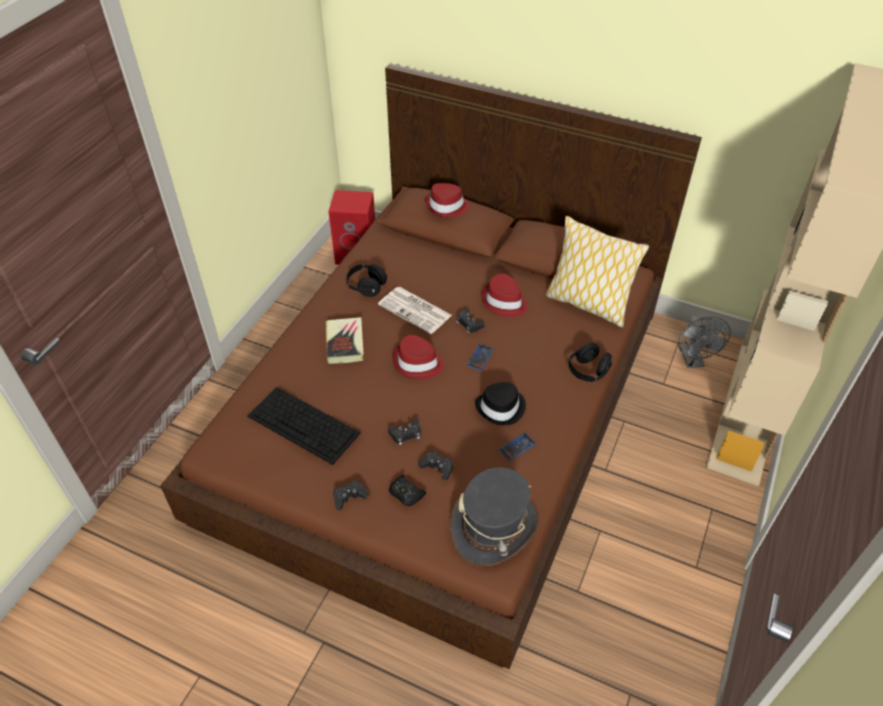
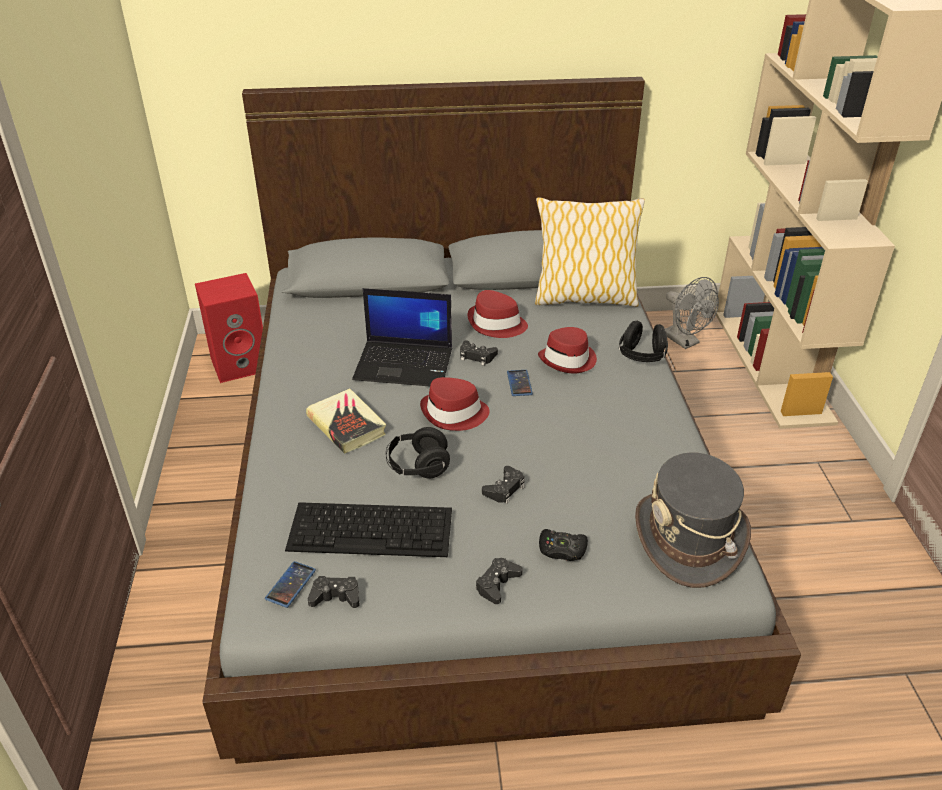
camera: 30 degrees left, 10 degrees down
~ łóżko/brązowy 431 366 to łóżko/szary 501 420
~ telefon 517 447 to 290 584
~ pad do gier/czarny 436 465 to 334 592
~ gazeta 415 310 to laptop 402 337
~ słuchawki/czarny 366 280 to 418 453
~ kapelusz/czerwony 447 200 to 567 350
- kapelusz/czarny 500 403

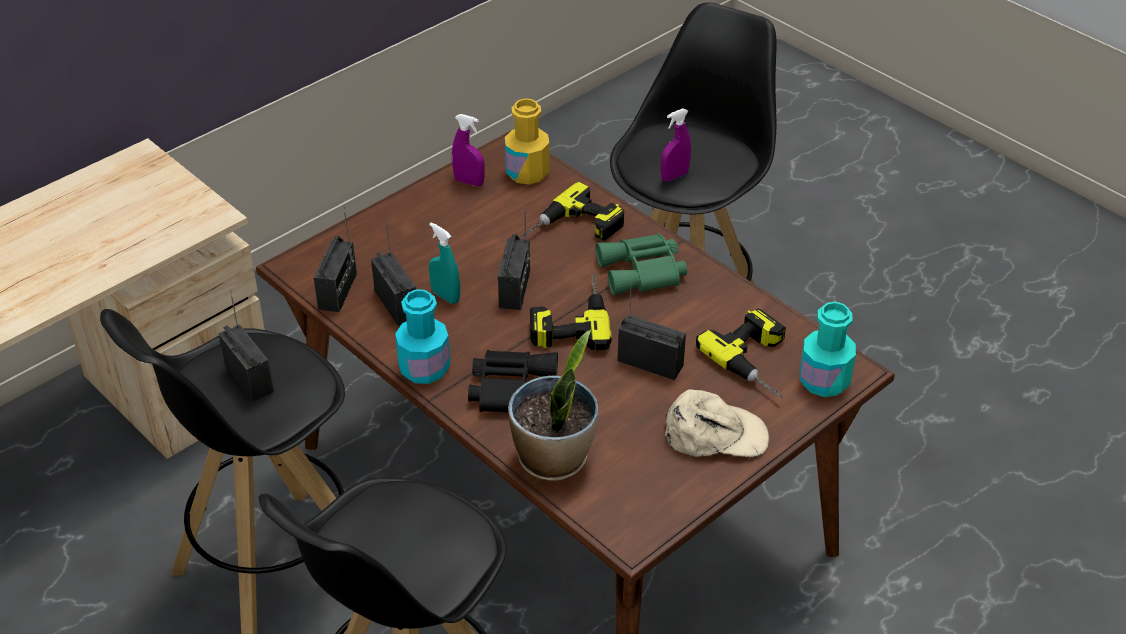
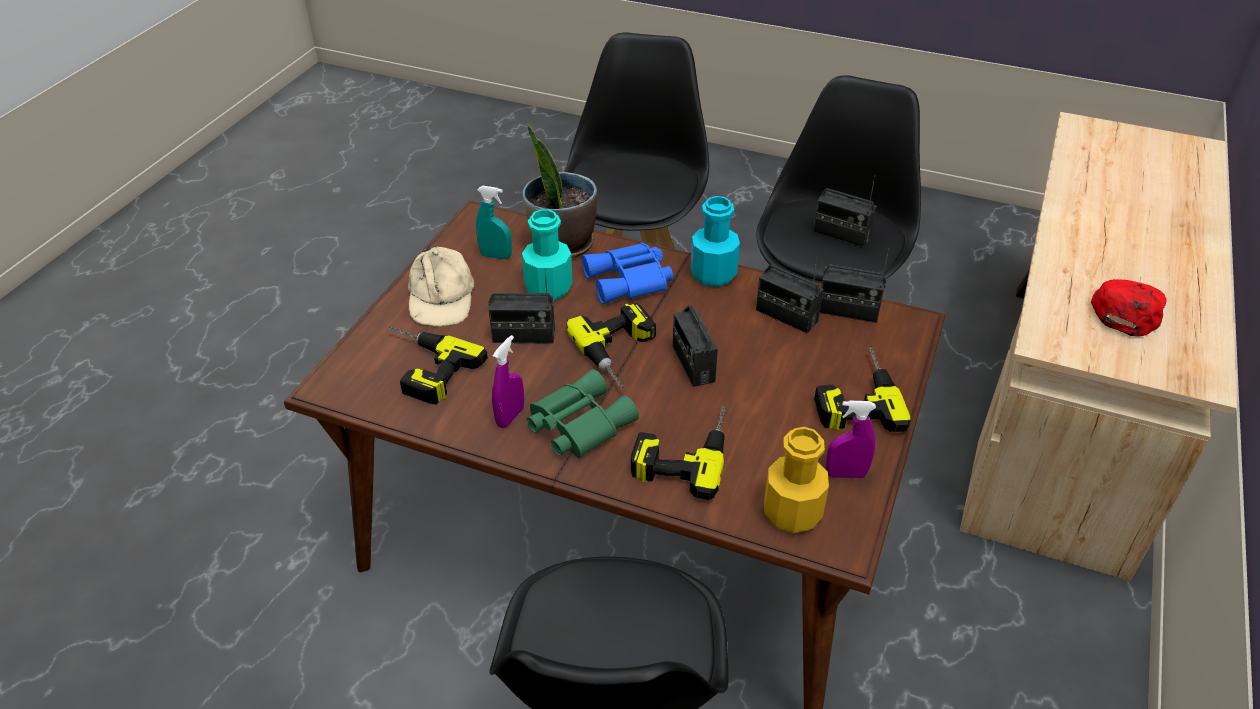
camera: 155 degrees right, 0 degrees up
~ czapka z daszkiem/beżowy 717 423 = 441 285 75 degrees counterclockwise
~ spryskiwacz/turkusowy 444 263 to 494 223
~ spryskiwacz/fioletowy 676 144 to 508 381
~ butelka/turkusowy 828 349 to 547 255
~ lornetka/czarny 513 381 to lornetka/niebieski 627 273
+ wiertarka 862 389
~ radio 335 259 = 854 285 60 degrees counterclockwise
+ czapka z daszkiem/czerwony 1128 308

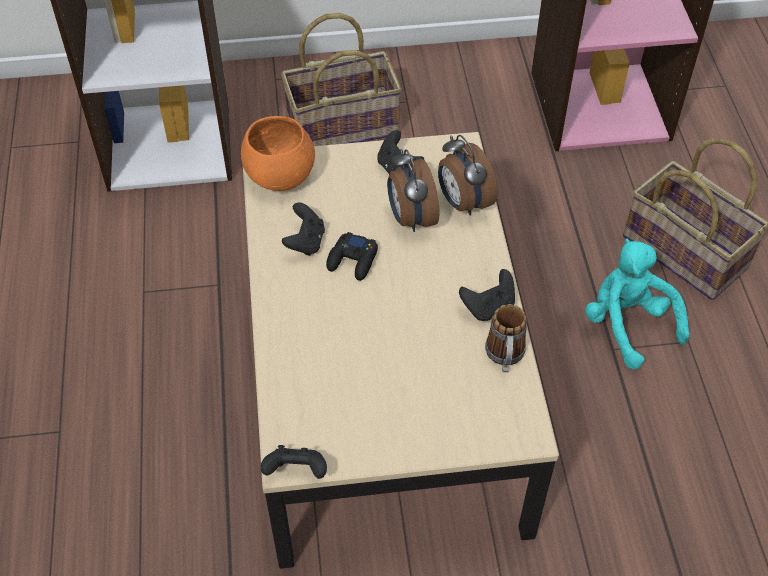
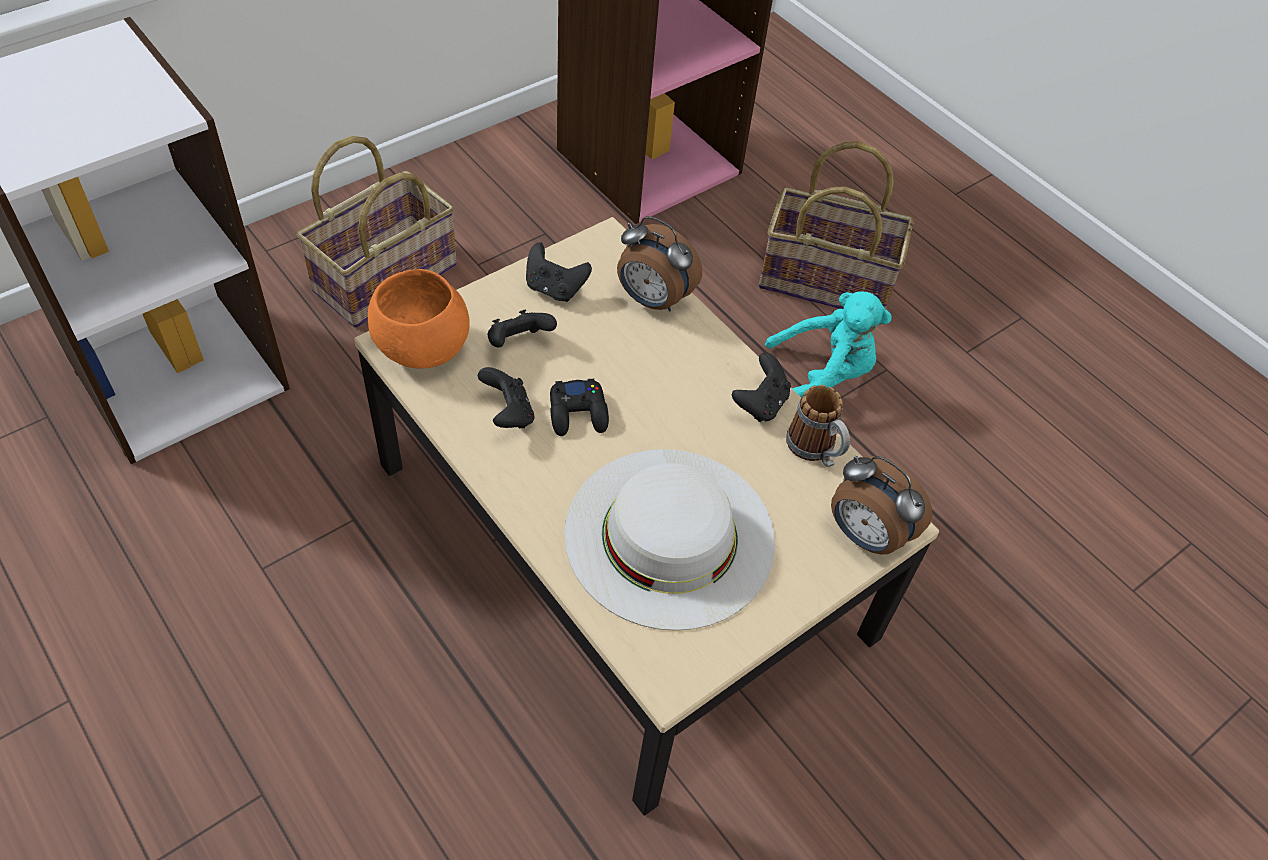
camera: 35 degrees left, 0 degrees up
~ pad do gier/czarny 294 462 to 522 328
+ kapelusz/biały 669 540
~ pluszak/turkusowy 637 303 = 828 344 150 degrees clockwise
~ budzik 413 190 to 881 505

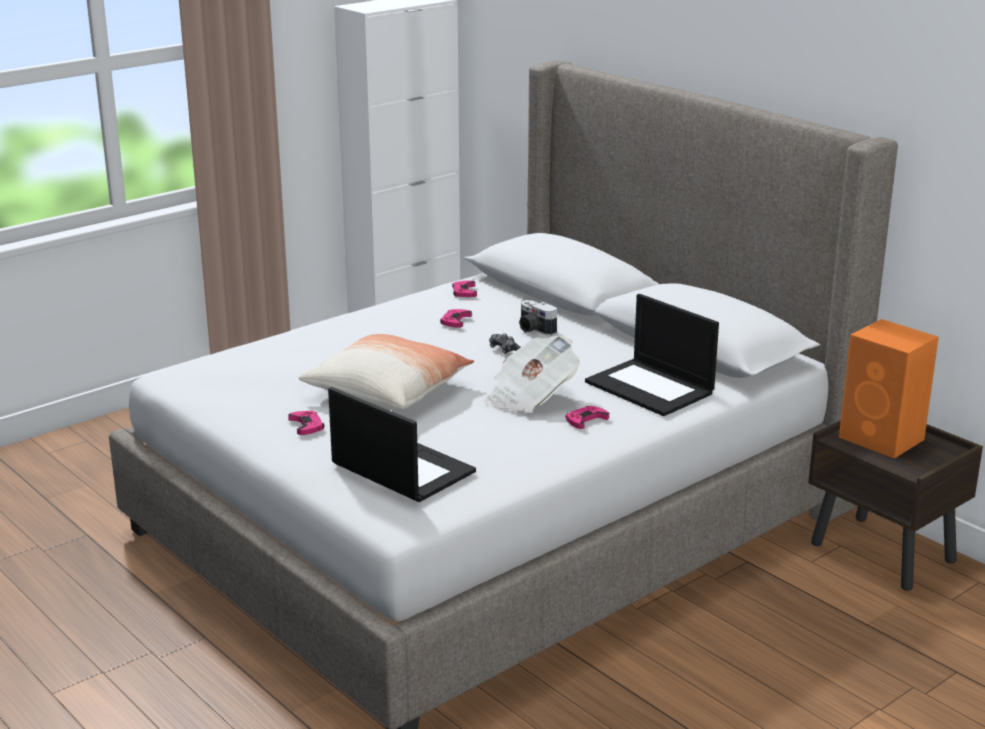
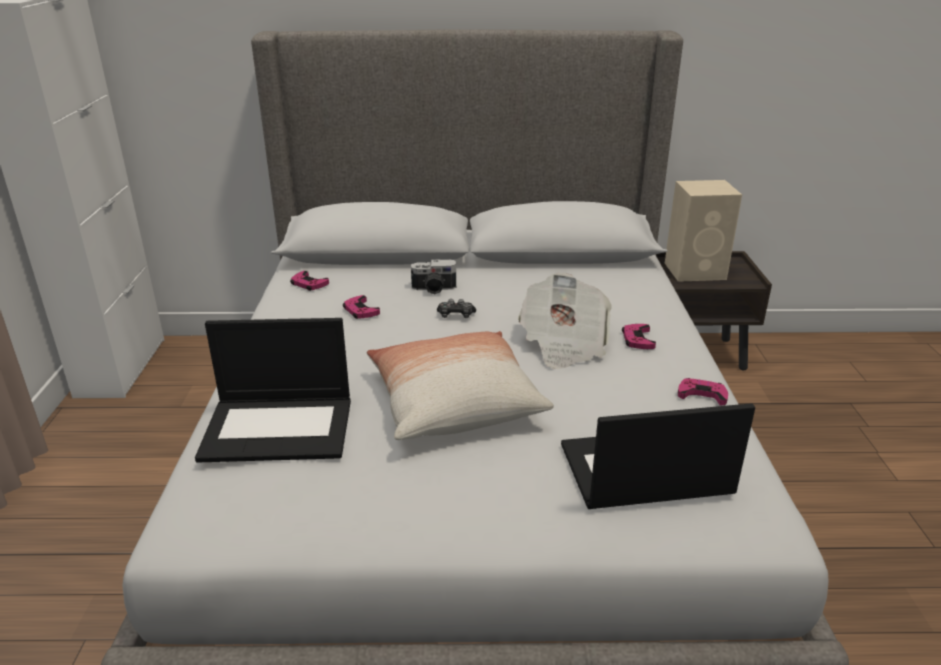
camera: 50 degrees left, 5 degrees up
~ laptop 652 355 to 273 390
~ głośnik/pomarańczowy 889 388 to głośnik/beżowy 703 231
~ pad do gier/różowy 306 423 to 703 391

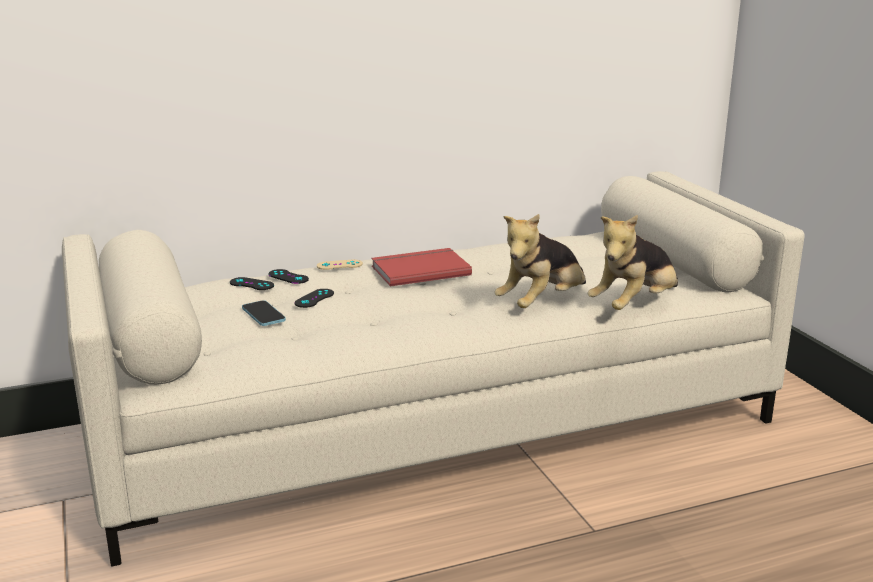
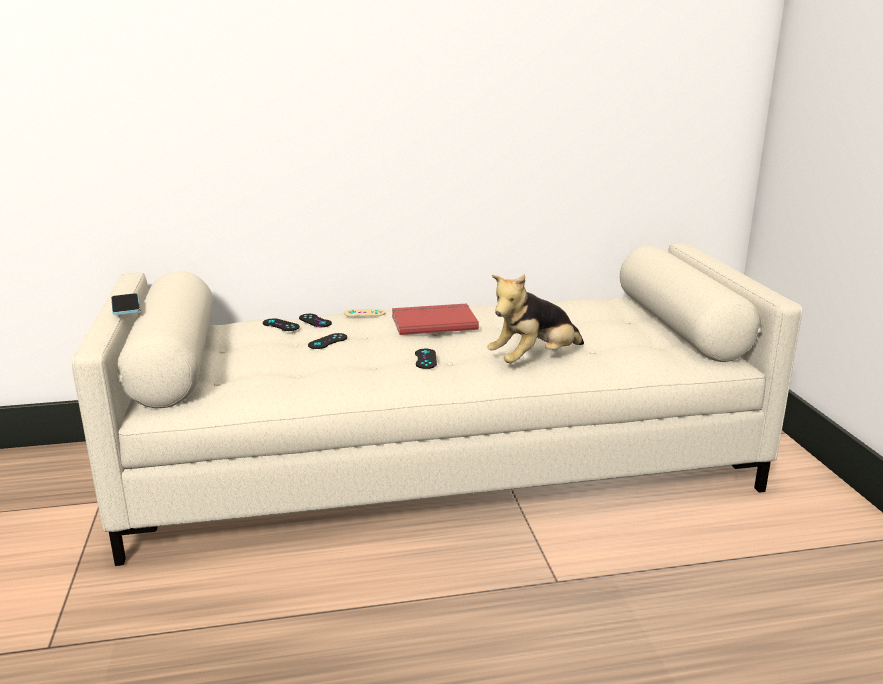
camera: 10 degrees right, 0 degrees up
~ telefon 264 313 to 125 304
+ pad do gier/czarny 426 359
- pluszak 632 262

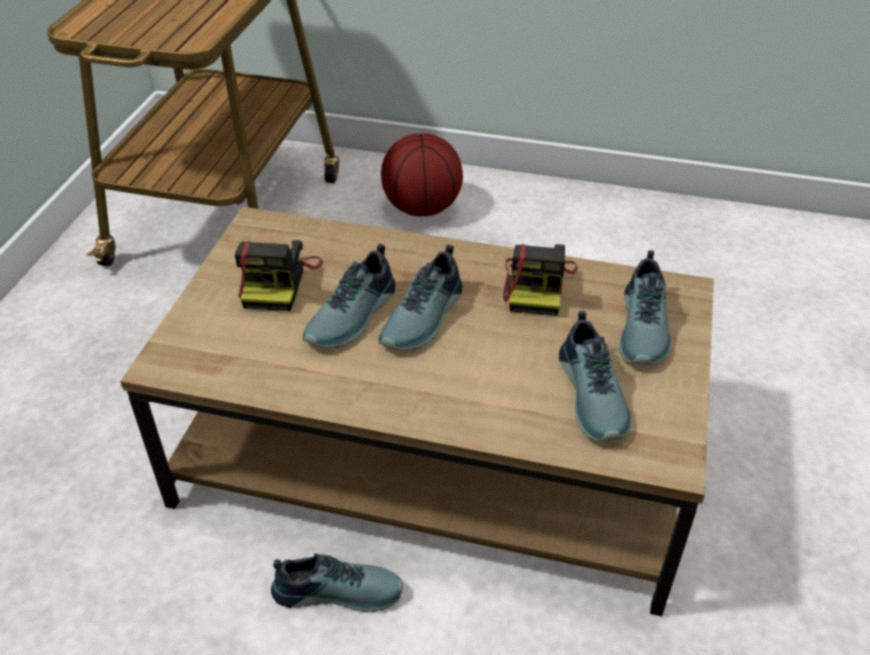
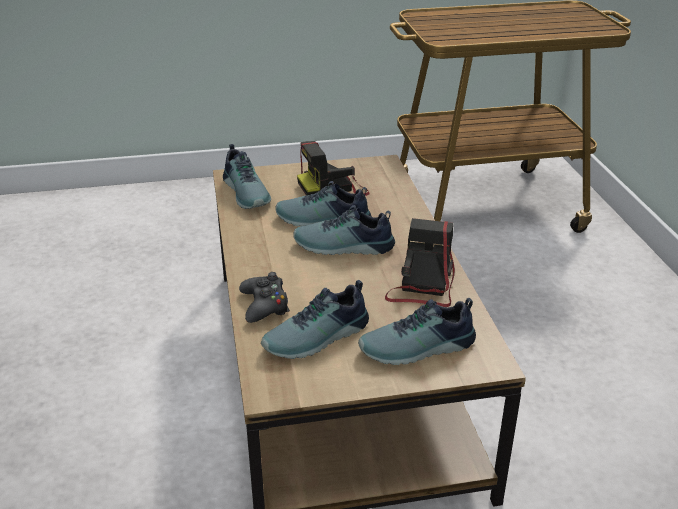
camera: 65 degrees right, 10 degrees down
~ but 337 582 to 247 176
+ pad do gier/czarny 264 297
~ aparat fotograficzny 540 280 = 420 262 120 degrees clockwise
- piłka do koszykówki 422 174

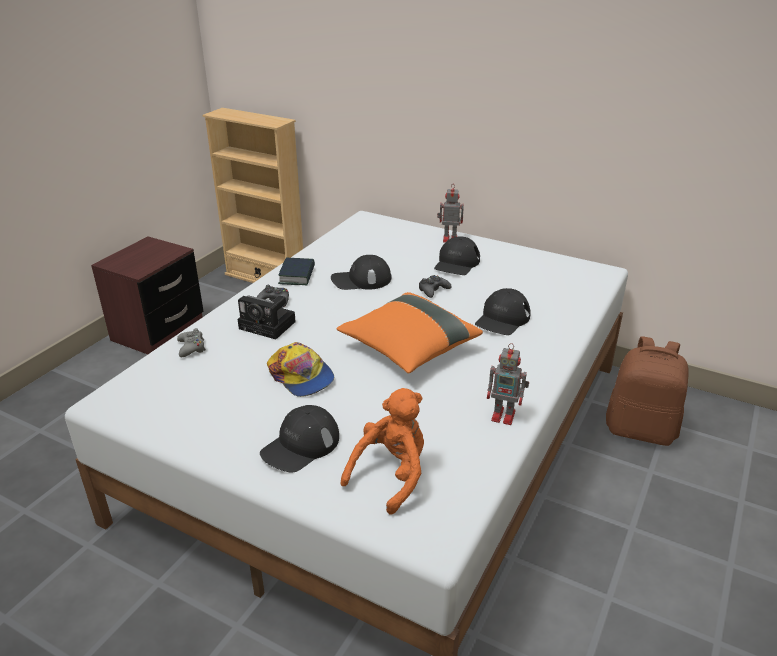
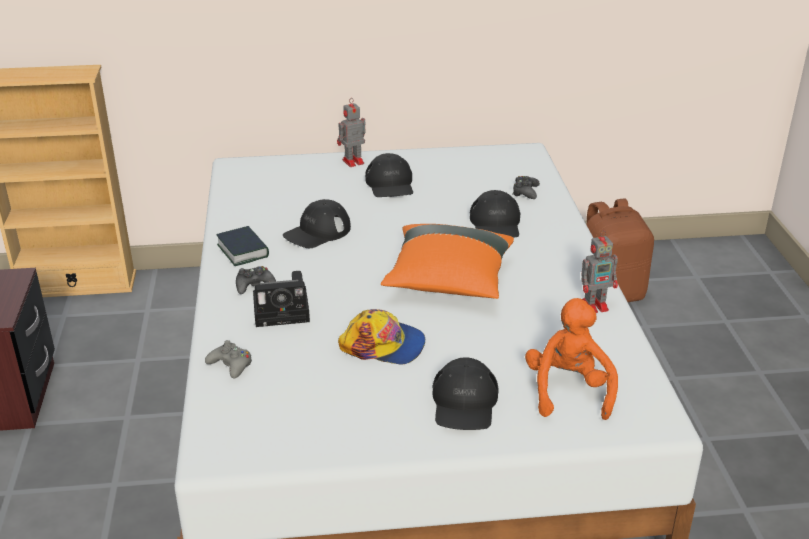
camera: 35 degrees left, 0 degrees up
~ pad do gier/czarny 435 286 to 526 187

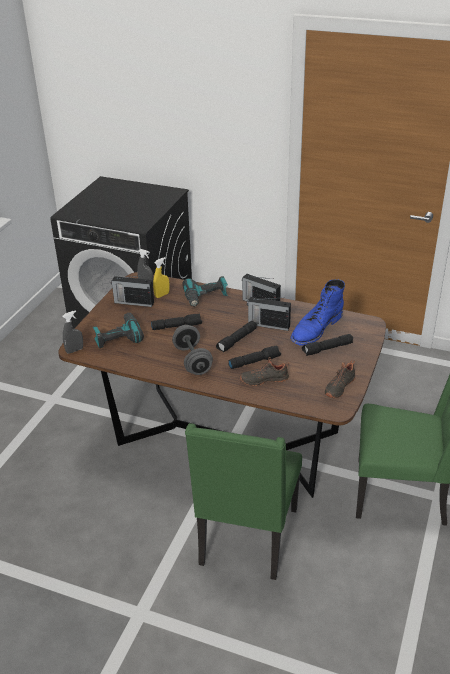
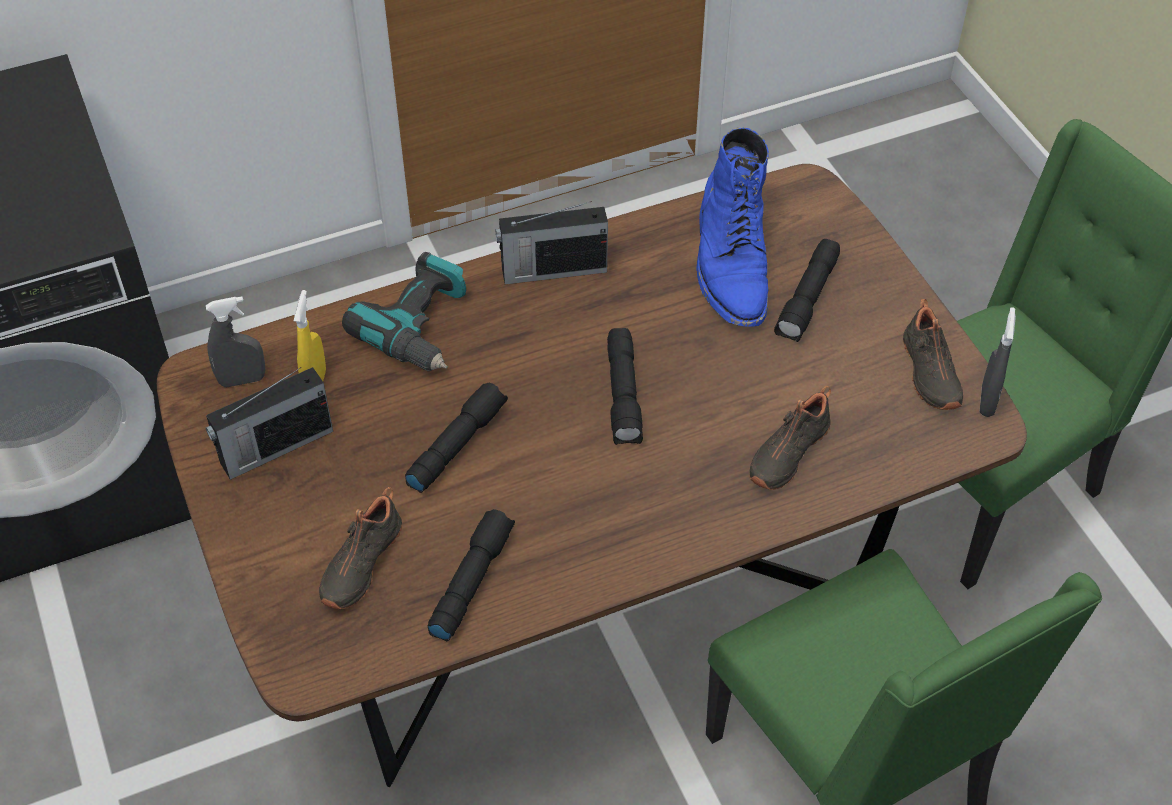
camera: 45 degrees left, 15 degrees up
~ wiertarka 118 330 to but/czarny 360 548
~ latarka/czarny 254 357 to 471 575
~ spryskiwacz/szary 72 332 to 998 362
- hantel/szary 192 350
- radio 269 314

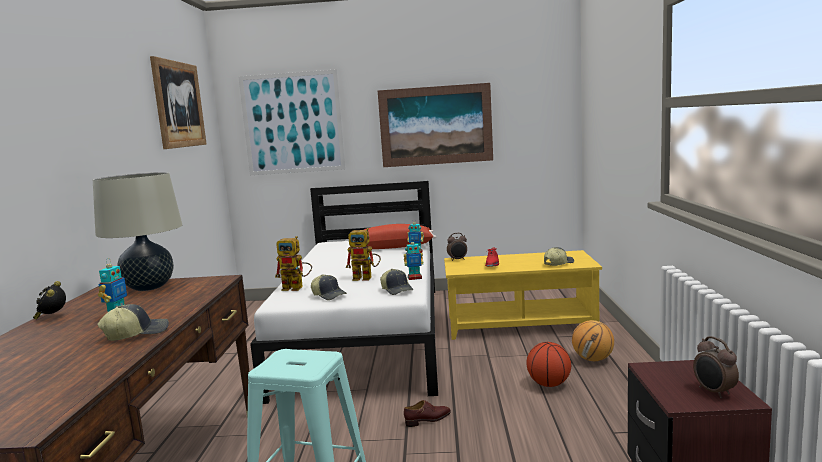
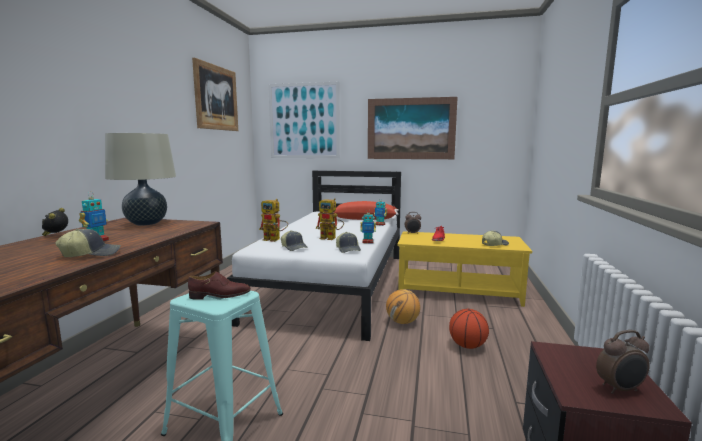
camera: 10 degrees right, 0 degrees up
~ but/brązowy 427 413 to 219 285
~ piłka do koszykówki 593 340 to 403 306
~ budzik 716 367 = 623 362 90 degrees counterclockwise

